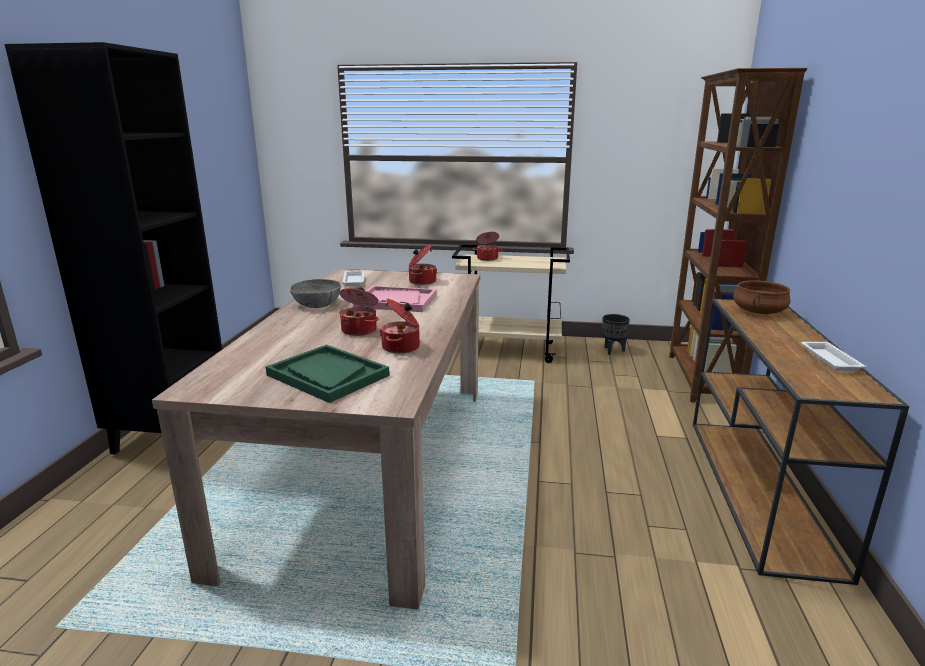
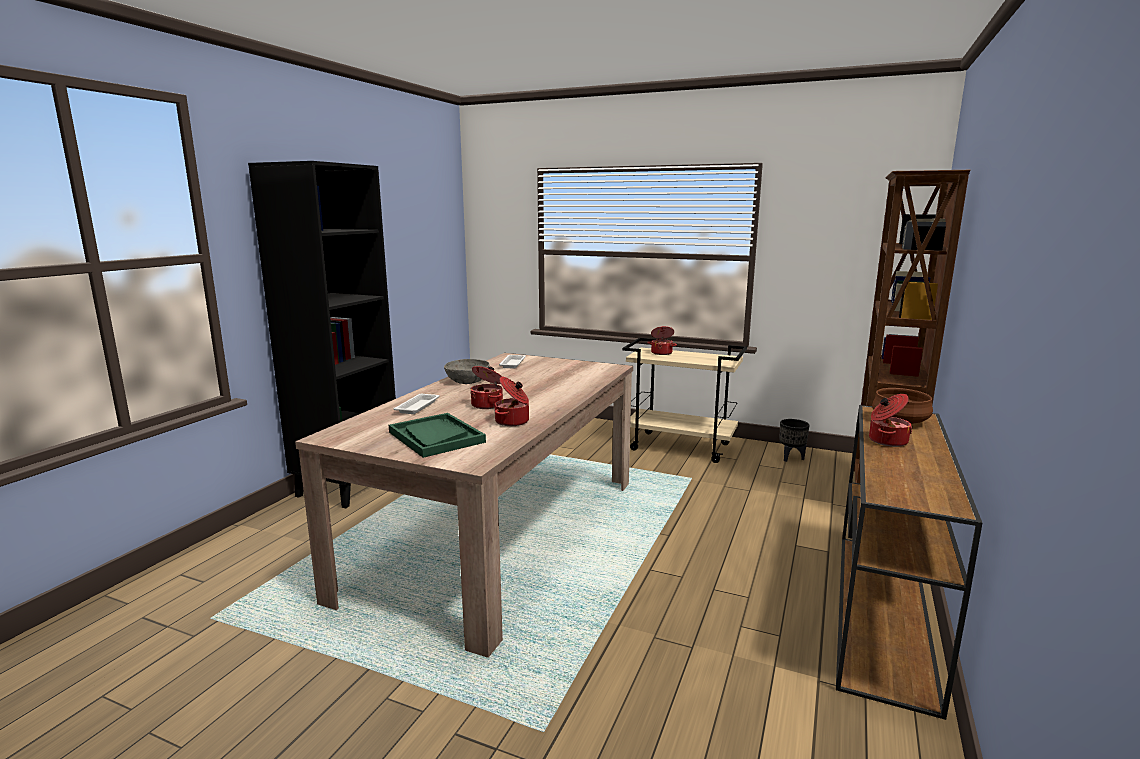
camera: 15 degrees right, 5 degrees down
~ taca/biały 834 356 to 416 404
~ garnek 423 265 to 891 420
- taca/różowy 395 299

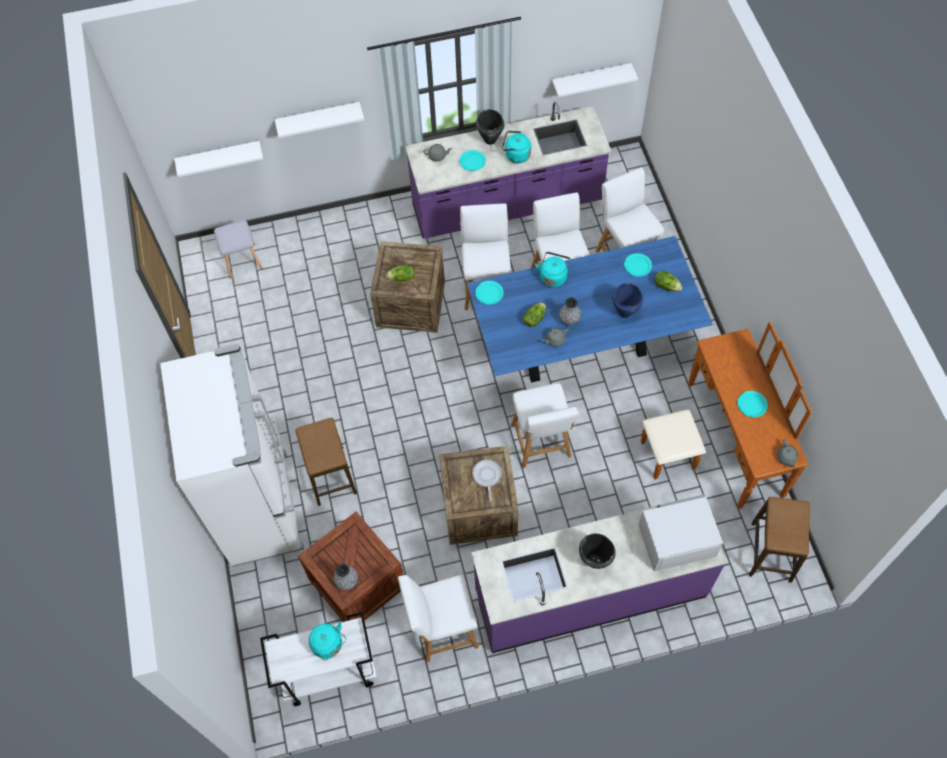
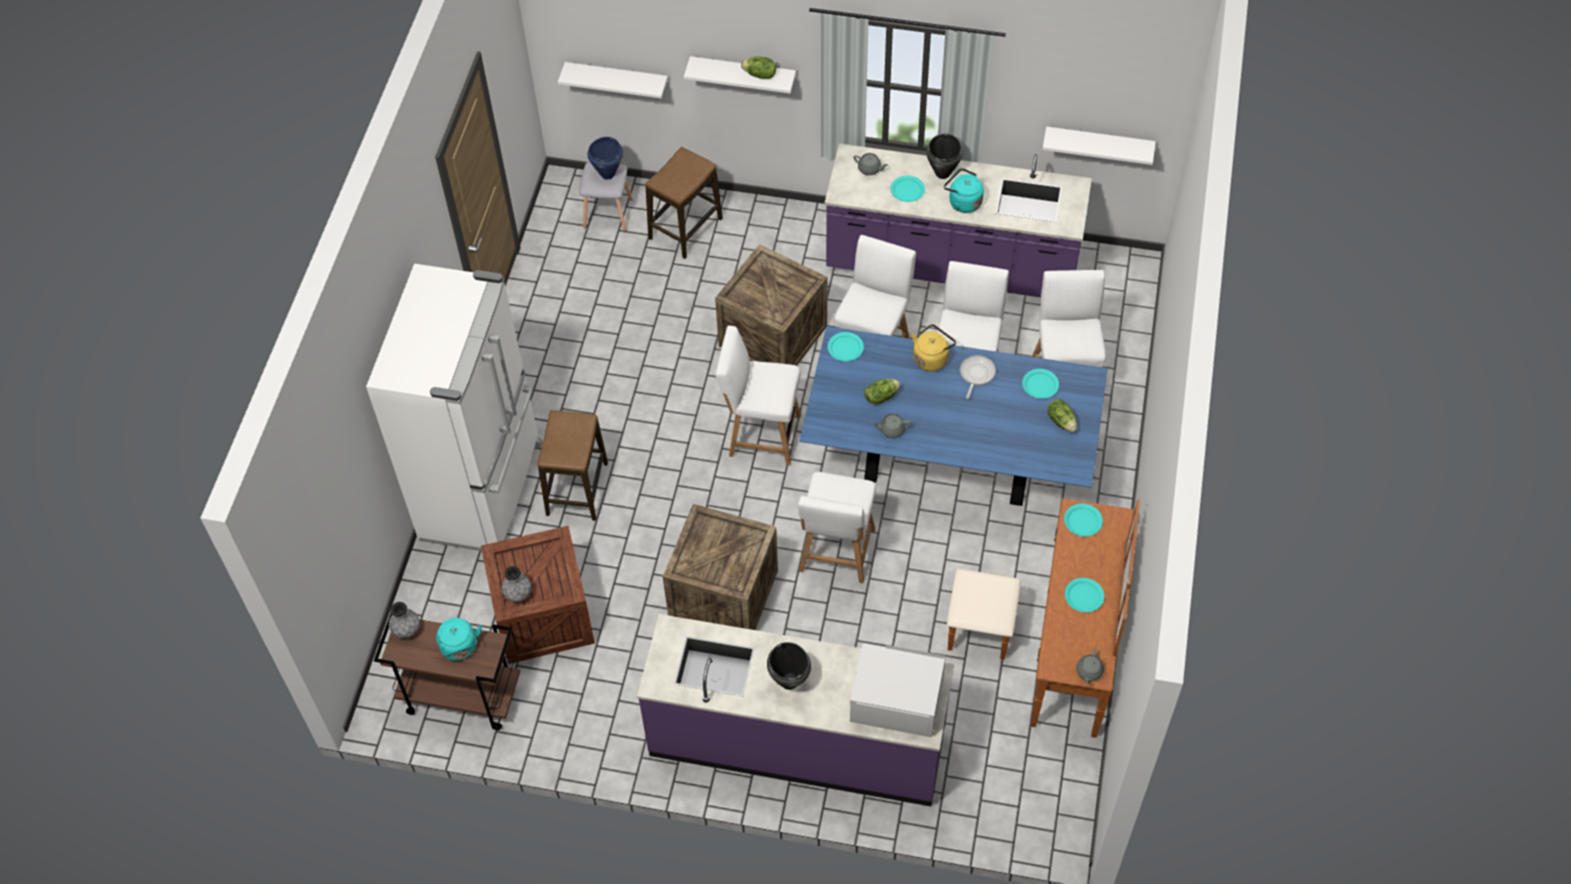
camera: 25 degrees right, 5 degrees down
~ wózek/biały 318 659 to wózek/brązowy 447 671
~ wazon/szary 570 311 to 404 620
~ garnek/niebieski 627 300 to 605 158
~ stołek 779 540 to 684 203
~ krzesło/biały 438 618 to 758 395
~ sałata 400 273 to 758 67
~ czajnik/turkusowy 553 270 to czajnik/żółty 934 347
~ patelnia 487 480 to 978 377
+ talerz/turkusowy 1083 519

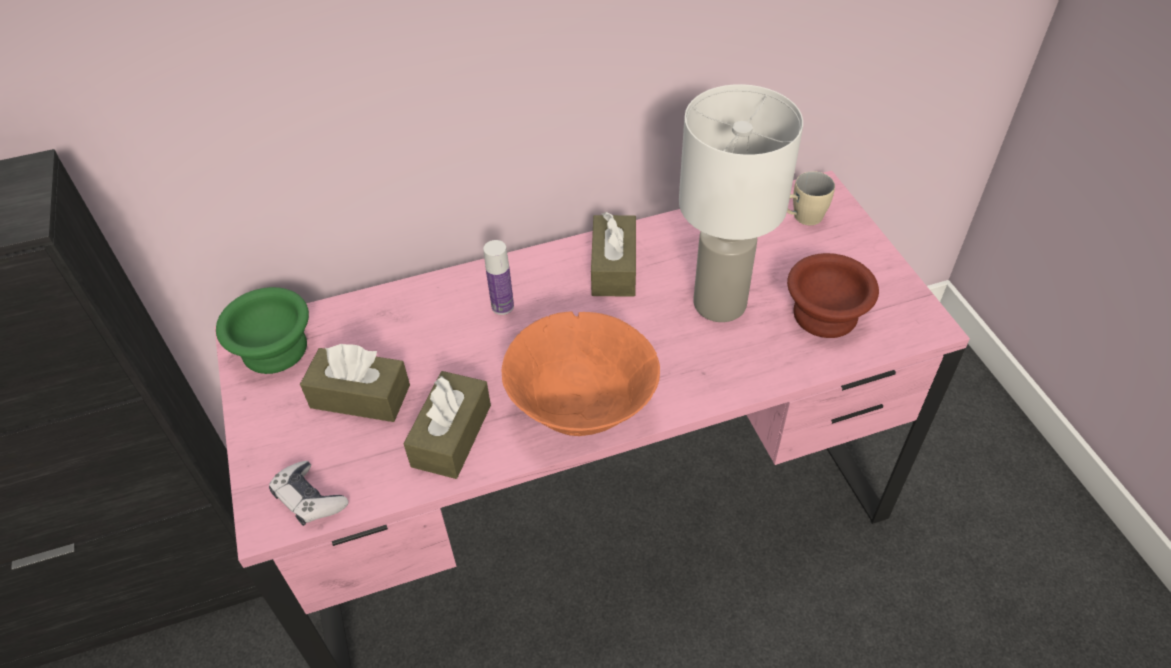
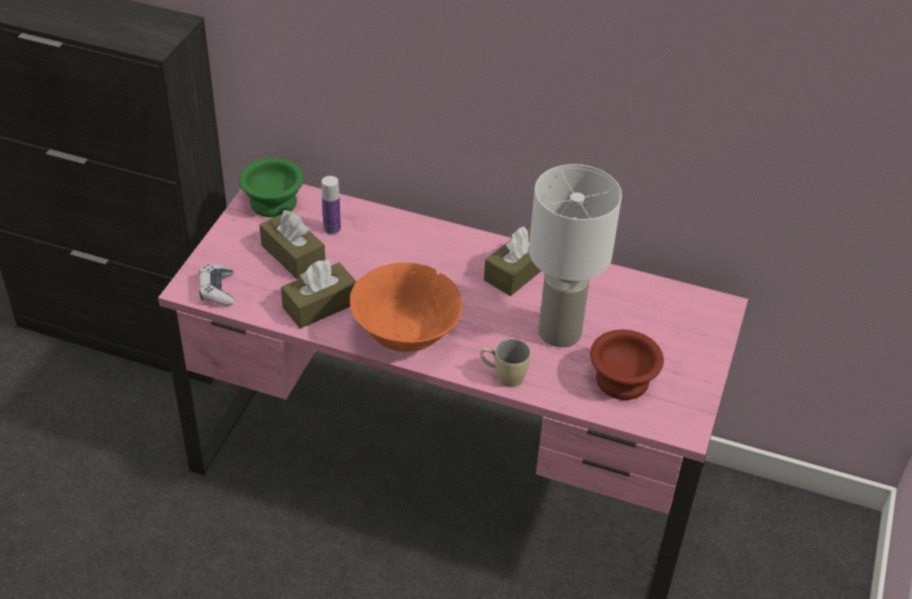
camera: 35 degrees right, 5 degrees down
~ butelka 498 277 to 331 205
~ kubek/beżowy 811 198 to 505 363

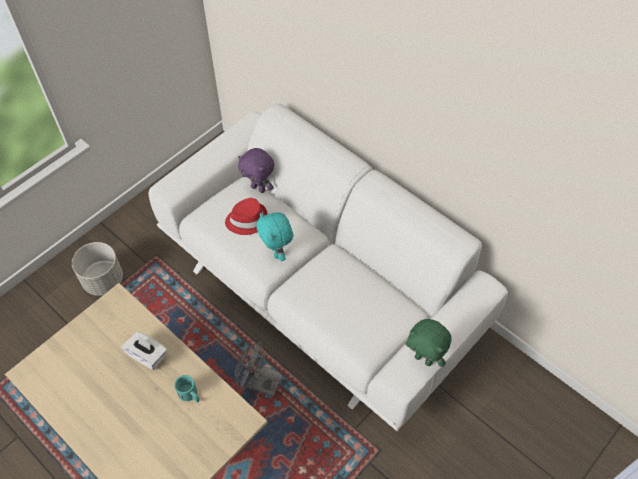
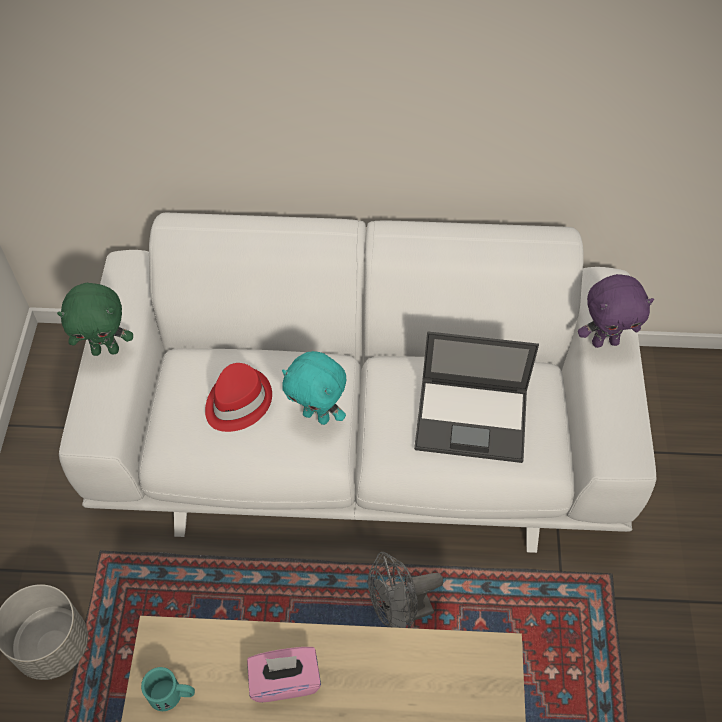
camera: 40 degrees left, 0 degrees up
~ pluszak/zielony 429 343 to 95 319
~ kubek/turkusowy 187 389 to 168 689
~ pudełko chusteczek/biały 144 351 to pudełko chusteczek/różowy 284 675
+ laptop 476 397
~ pluszak/fioletowy 256 170 to 616 311

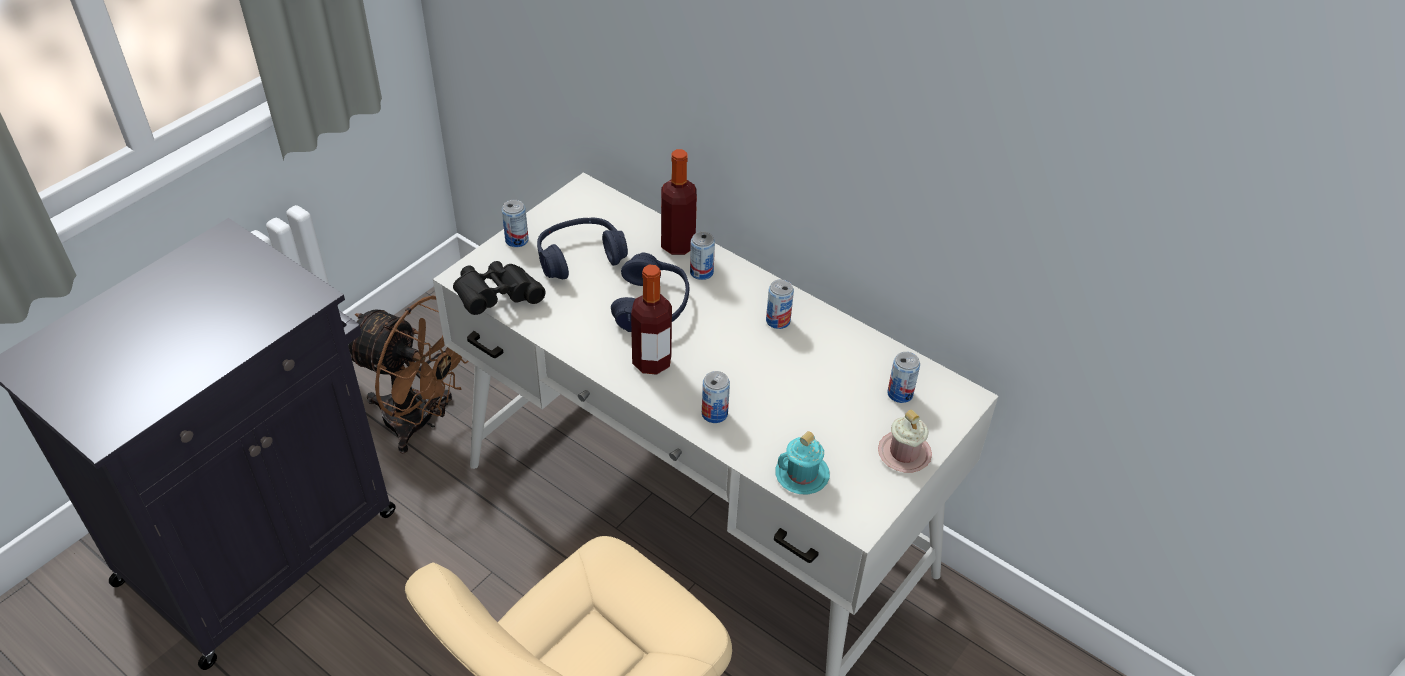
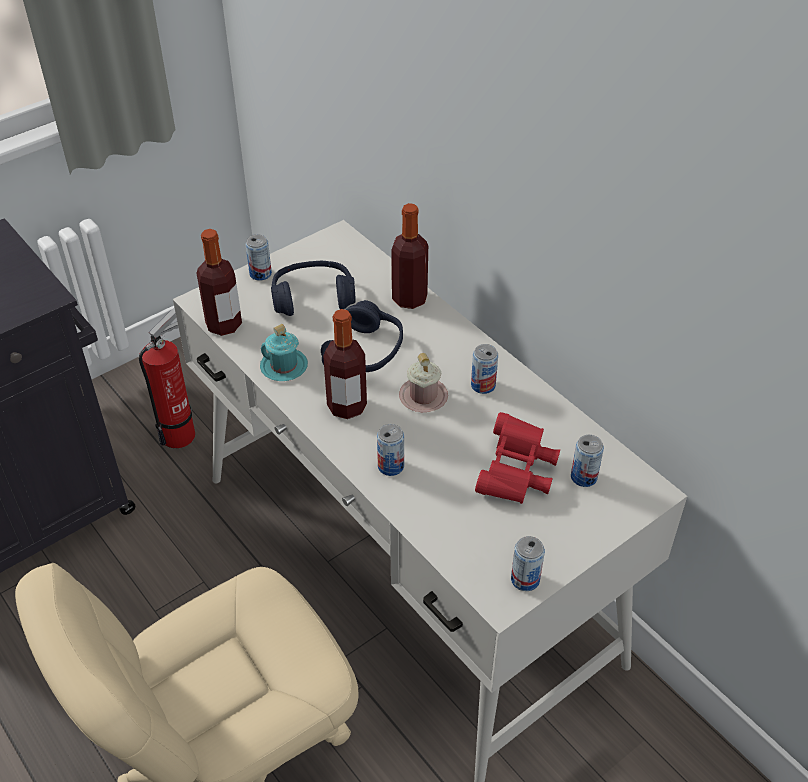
camera: 15 degrees right, 0 degrees up
~ wentylator/brązowy 408 375 to gaśnica 167 378
~ lornetka/czarny 499 288 to butelka 219 282
~ kubek/turkusowy 802 463 to 284 352
~ kubek/różowy 905 441 to 423 382
+ lornetka/czerwony 517 458
~ puszka 702 255 to 528 563

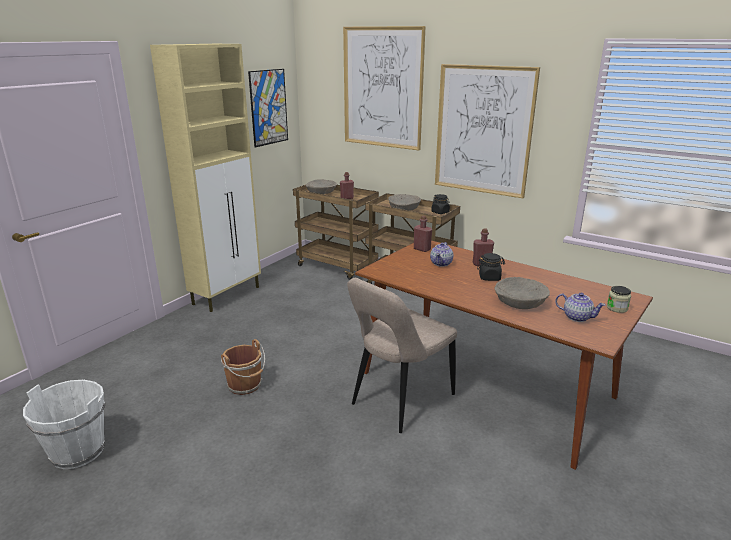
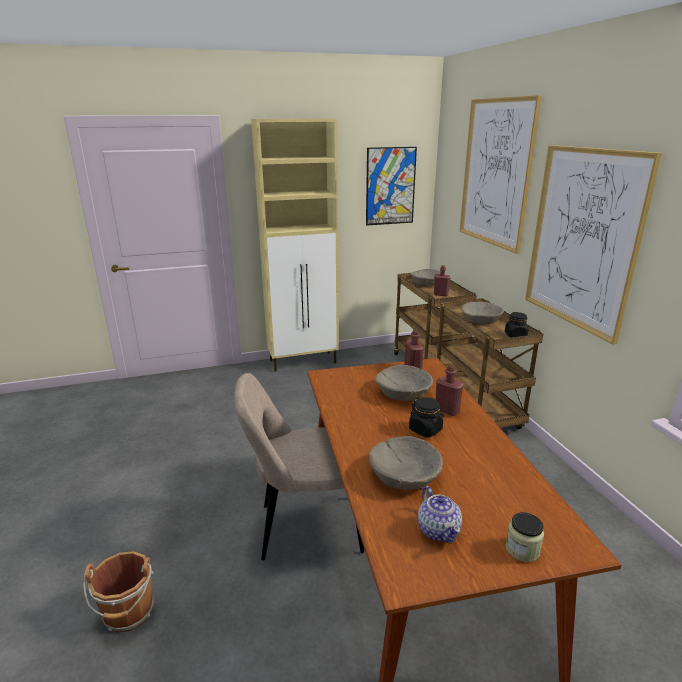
camera: 40 degrees right, 0 degrees up
~ wiadro/brązowy 243 367 to 118 592
~ imbryk 441 254 to miska/beżowy 404 383
- wiadro/biały 64 424

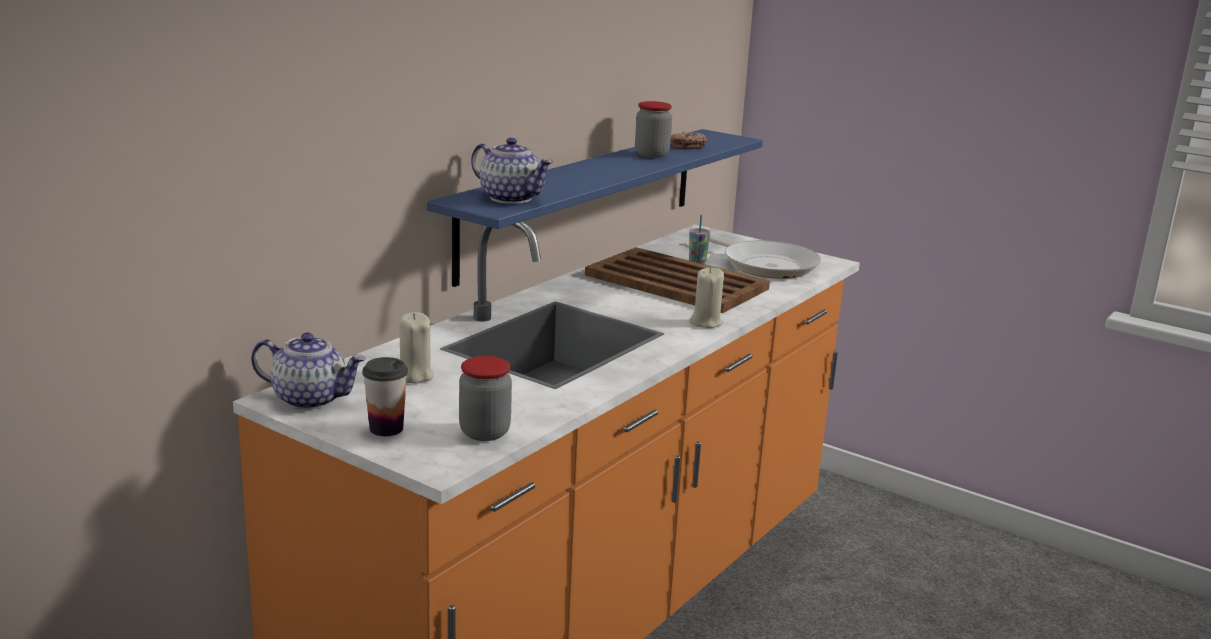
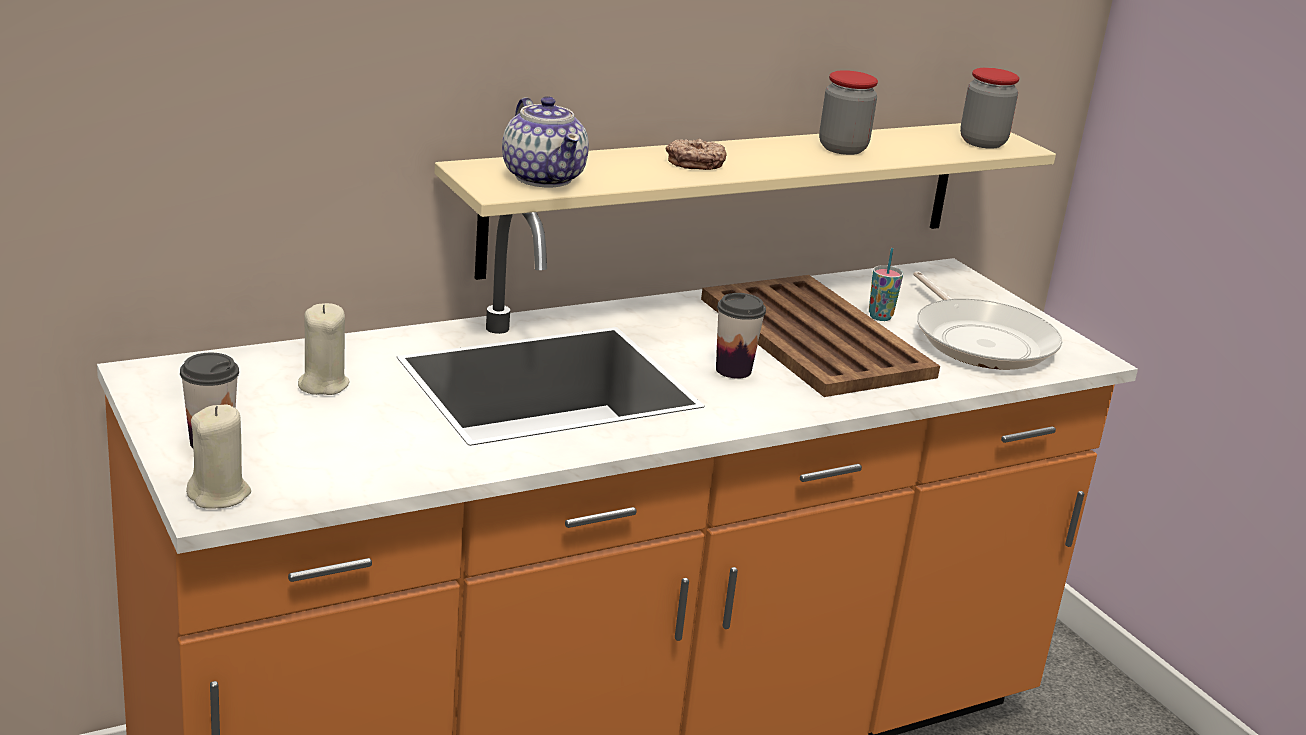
camera: 25 degrees right, 5 degrees up
~ świeca/beżowy 706 297 to 218 456
~ półka/niebieski 595 208 to półka/beżowy 745 201
~ donut 689 140 to 696 154
+ filiżanka 741 336
~ słoik 485 398 to 989 108
- imbryk 308 371

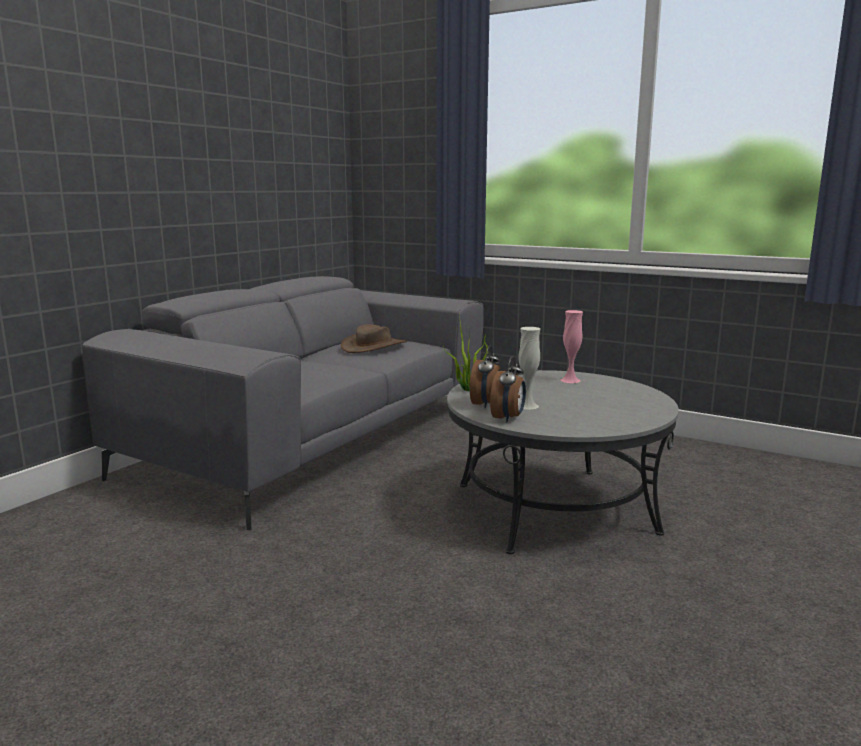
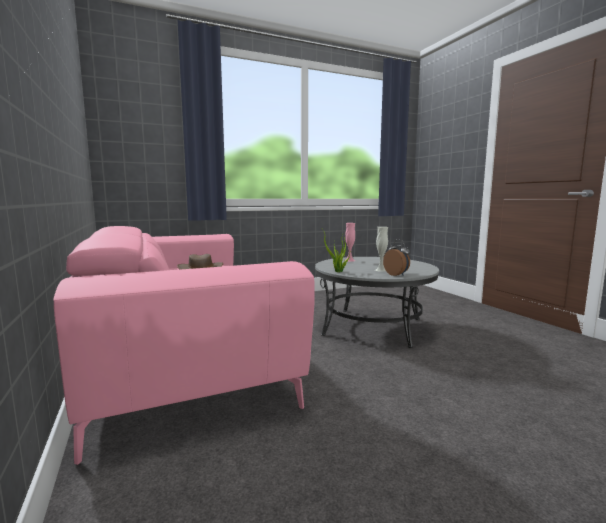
camera: 55 degrees left, 5 degrees down
~ kanapa/szary 283 403 to kanapa/różowy 184 345
- budzik 485 376

